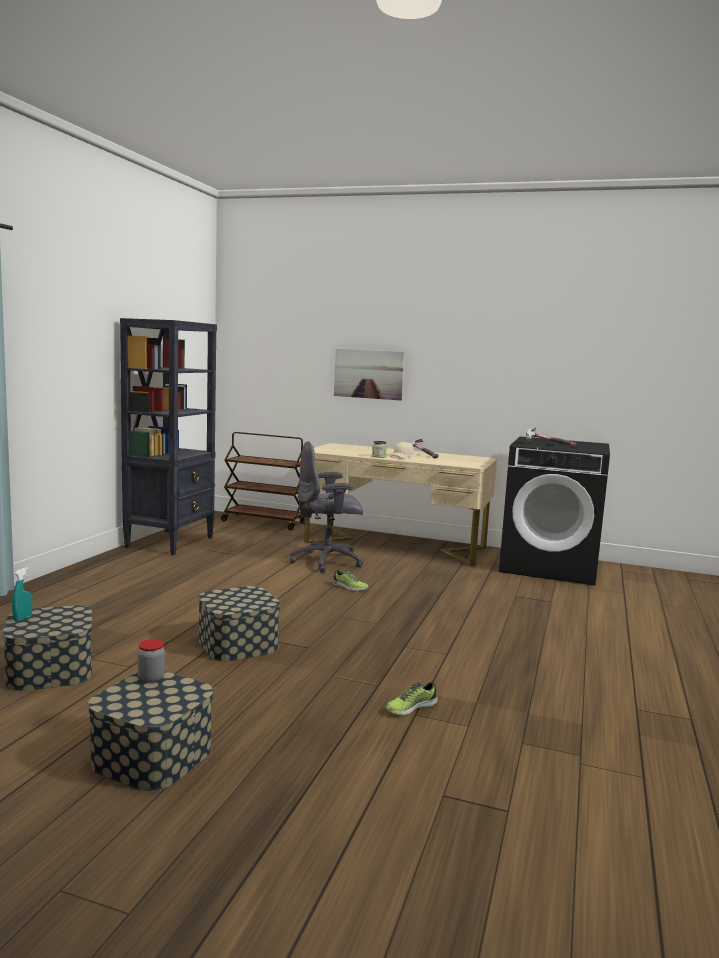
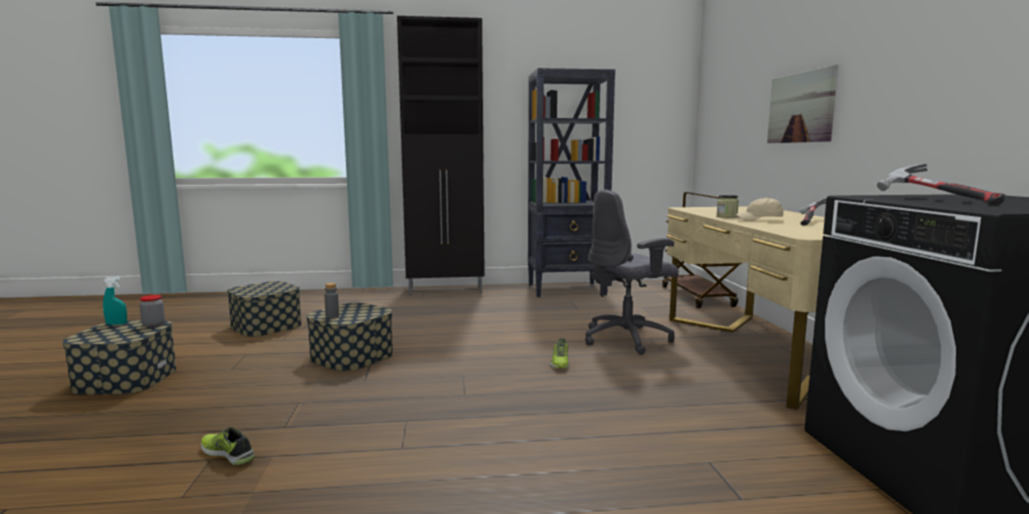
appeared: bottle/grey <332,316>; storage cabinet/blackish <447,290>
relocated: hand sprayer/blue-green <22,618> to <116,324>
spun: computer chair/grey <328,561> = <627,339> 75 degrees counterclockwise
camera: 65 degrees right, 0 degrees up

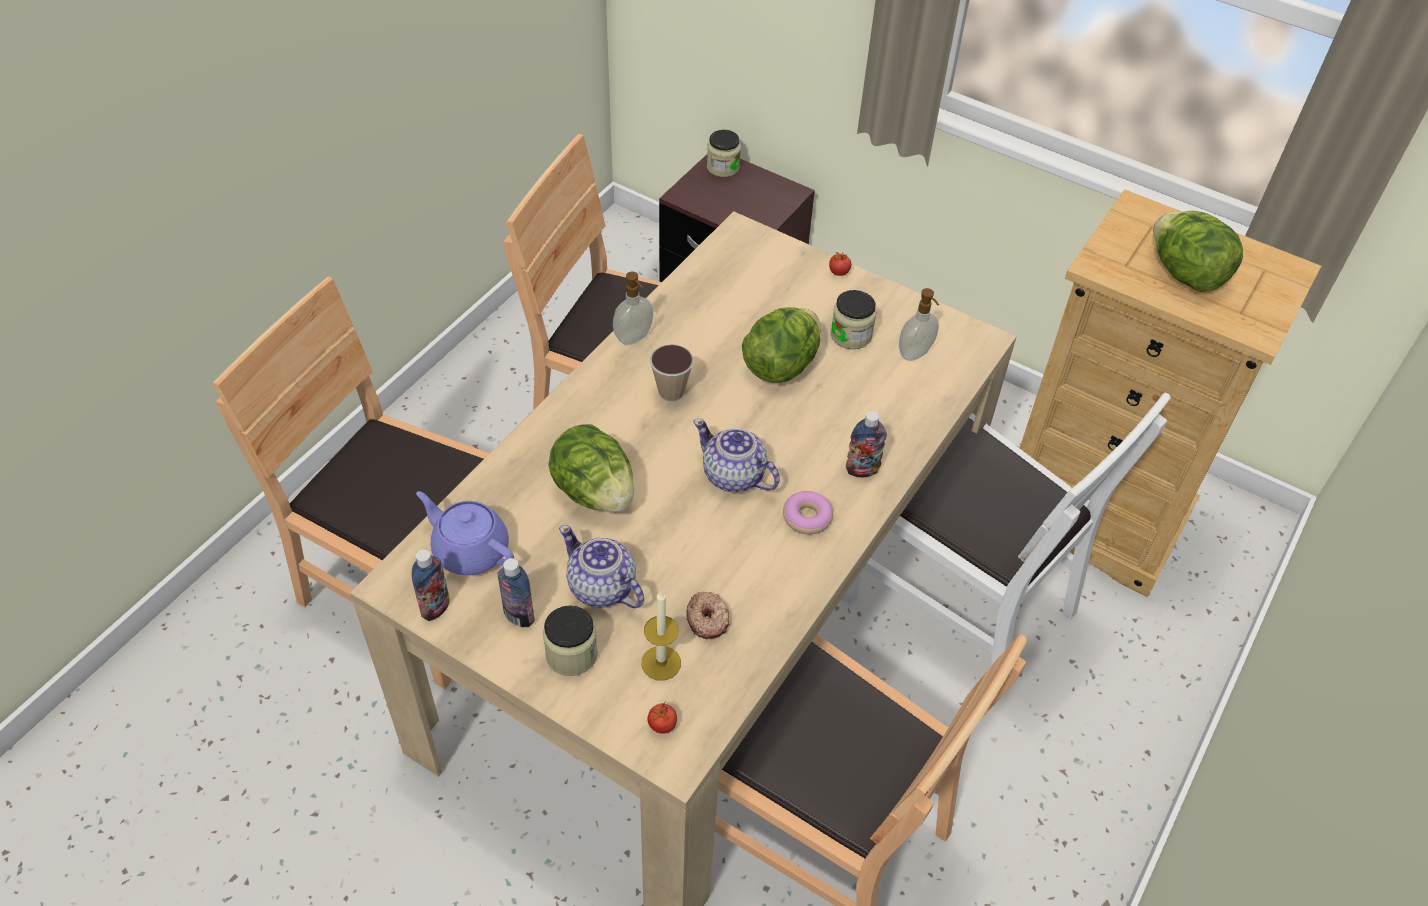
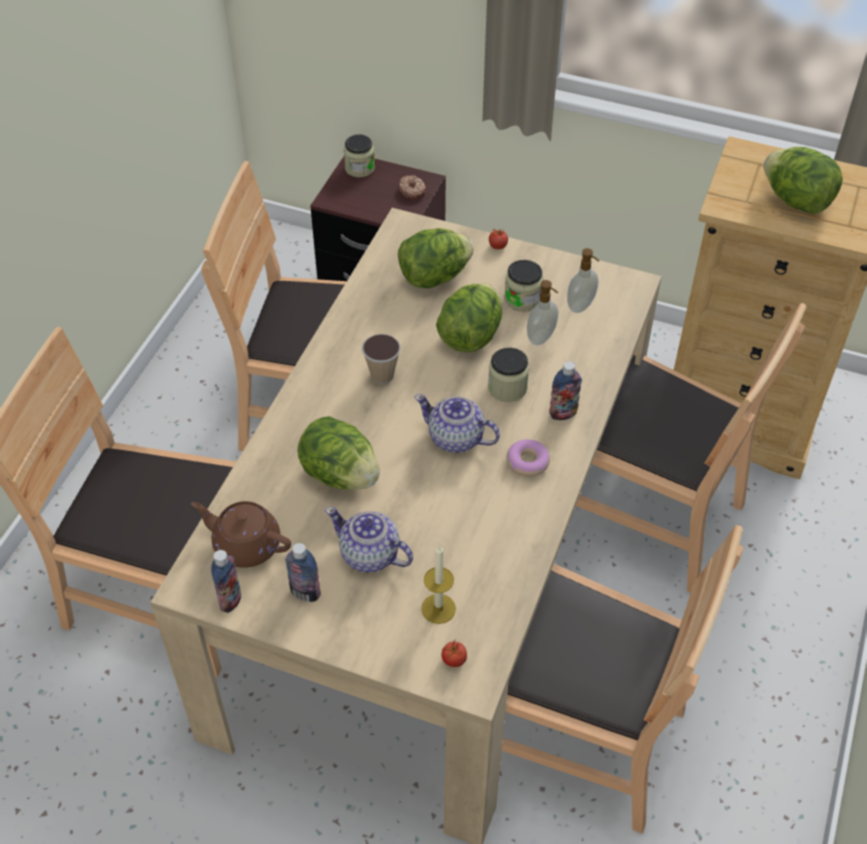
appeared: lettuce head <434,277>
relocated: jar <571,654> to <507,388>; soap dispenser <634,338> to <542,338>; doughnut <708,619> to <412,191>
colour: pot for tea/purple-coloured <469,549> to pot for tea/brown-coloured <245,544>; plain chair/whitish <959,602> to plain chair/brown-coloured <645,513>
camera: 10 degrees left, 0 degrees up

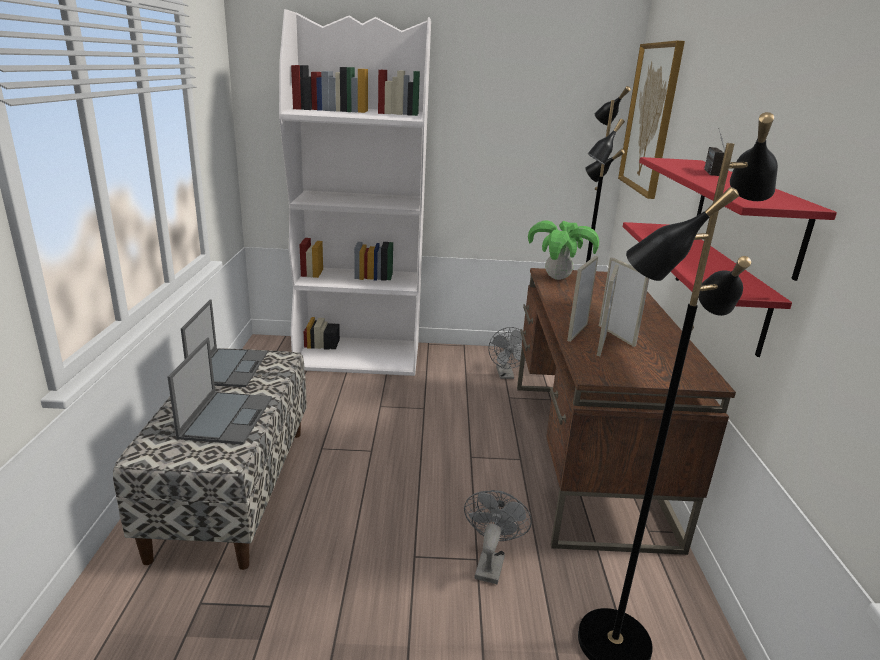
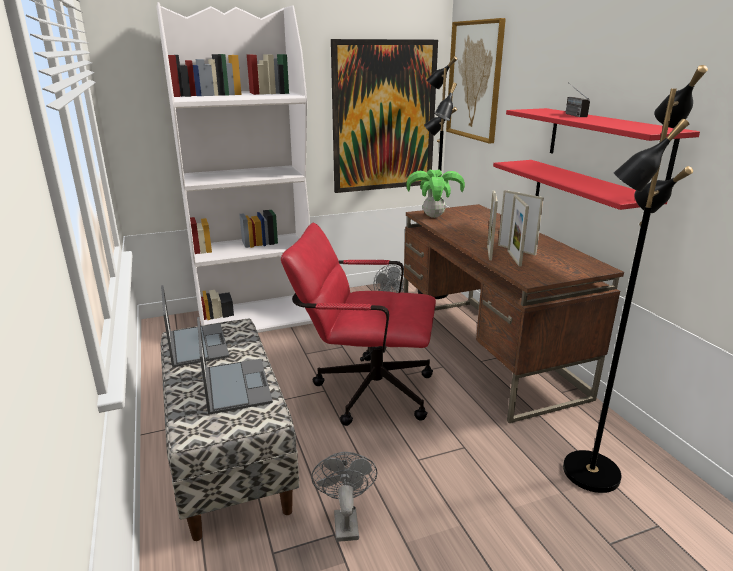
appeared: computer chair/reddish <364,389>; wall art <384,117>
relocated: fan/grey <490,562> to <345,520>
camera: 20 degrees left, 0 degrees up

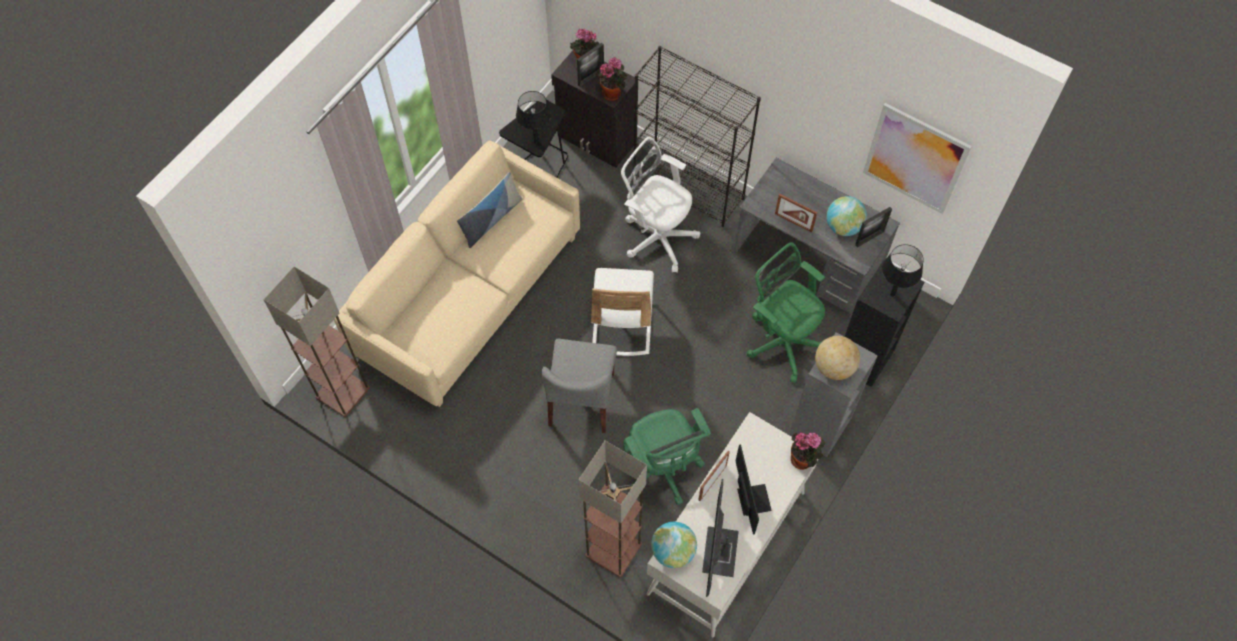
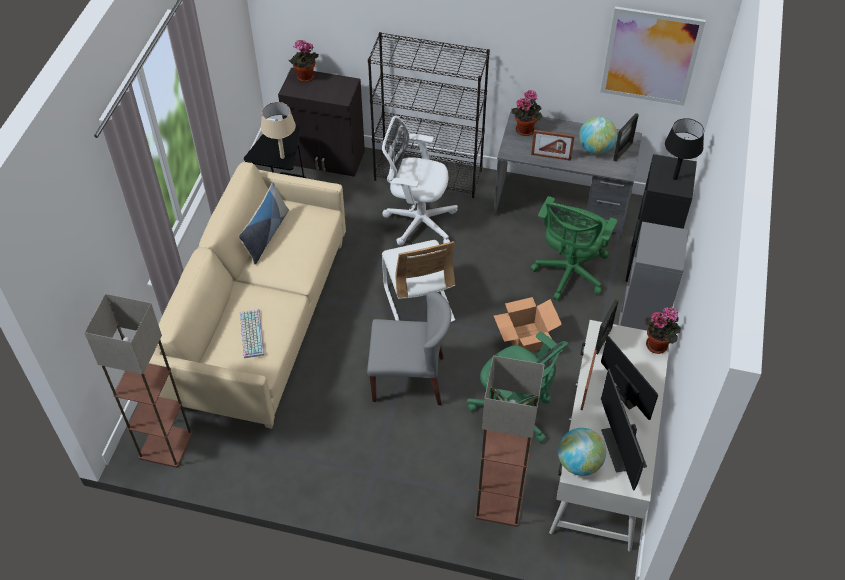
missing: desk globe <834,367>
appeared: keyboard <250,333>; packing box <526,339>
relocated: picture frame <591,78> to <603,340>; plant in a pot <613,92> to <525,129>
colour: lamp for a table/blackish <535,141> to lamp for a table/beige-coloured <282,157>
spun: plain chair/grey <582,399> = <409,379> 75 degrees counterclockwise; computer chair/green <781,340> = <569,274> 90 degrees counterclockwise
camera: 20 degrees left, 10 degrees down

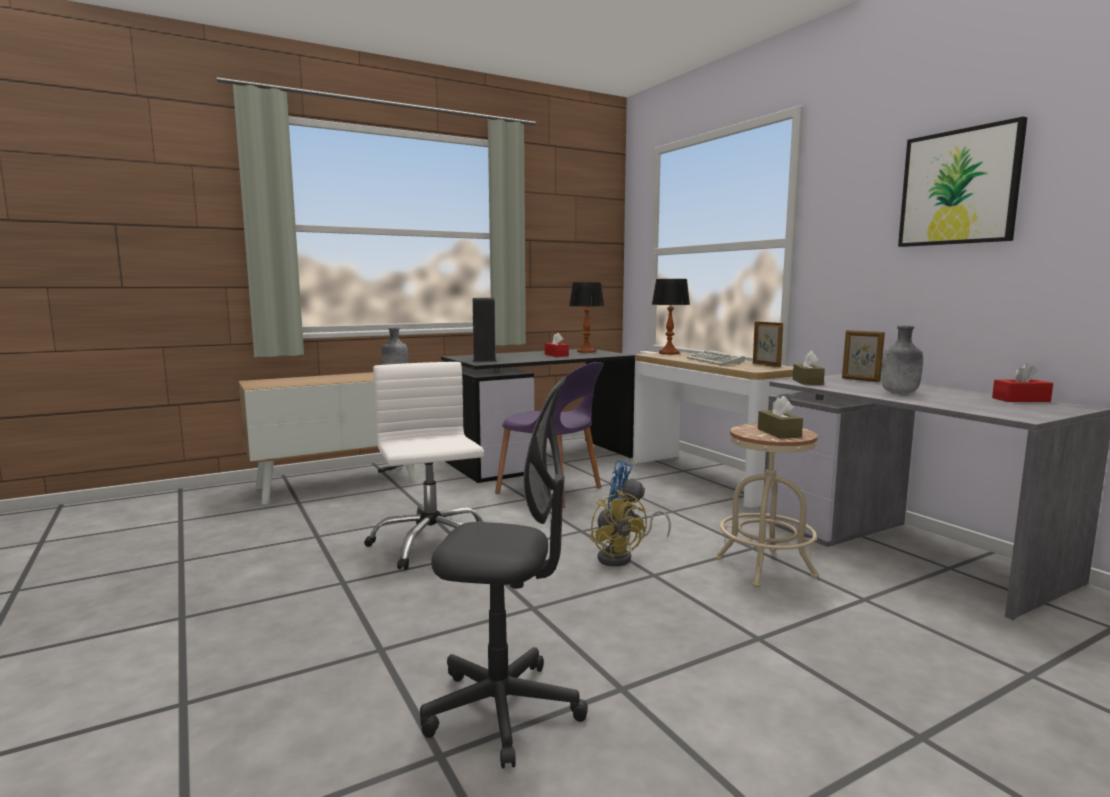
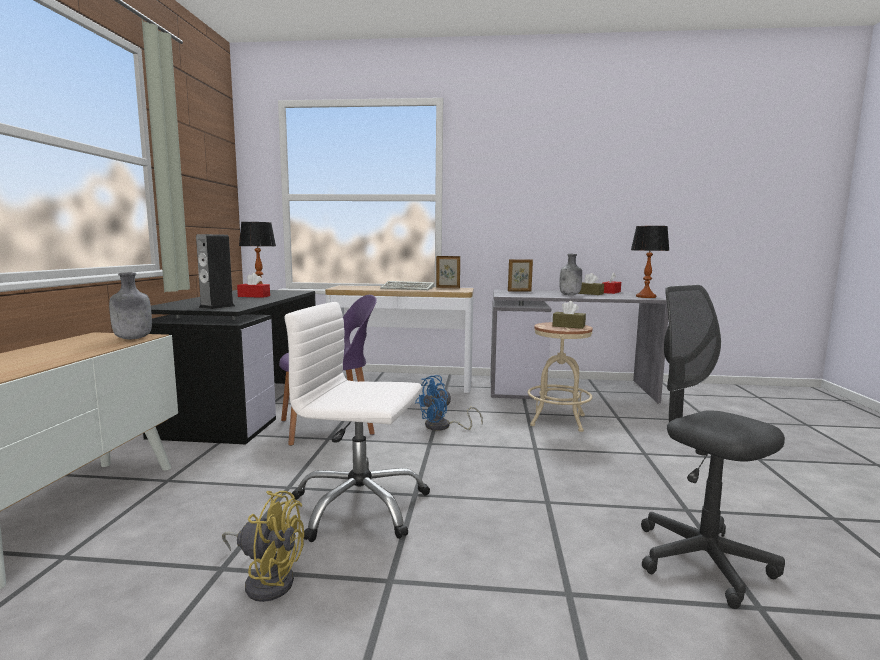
missing: wall art <959,187>
relocated: fan/yellow <616,557> to <267,580>; lamp for a table <669,353> to <646,297>; box of tissues/brown-coloured <807,382> to <589,293>
spun: computer chair/grey <503,710> = <701,561> 75 degrees counterclockwise
camera: 55 degrees left, 0 degrees up

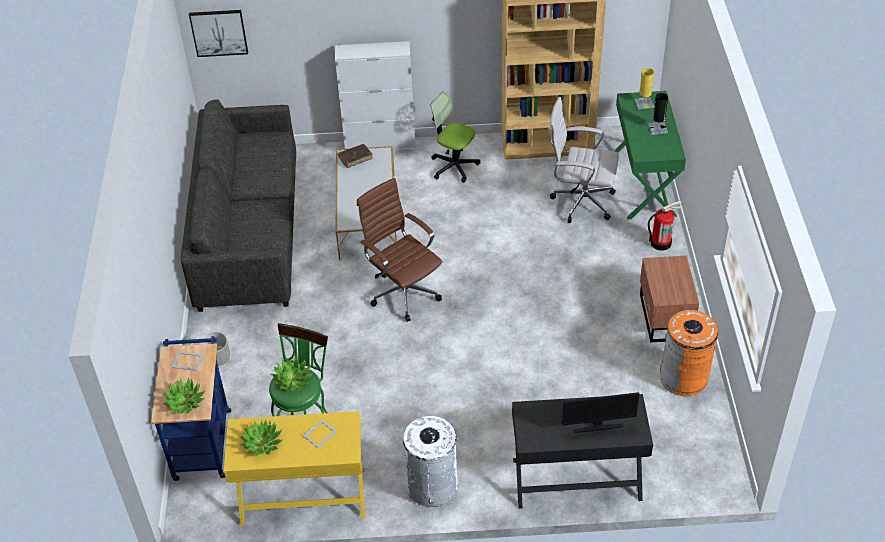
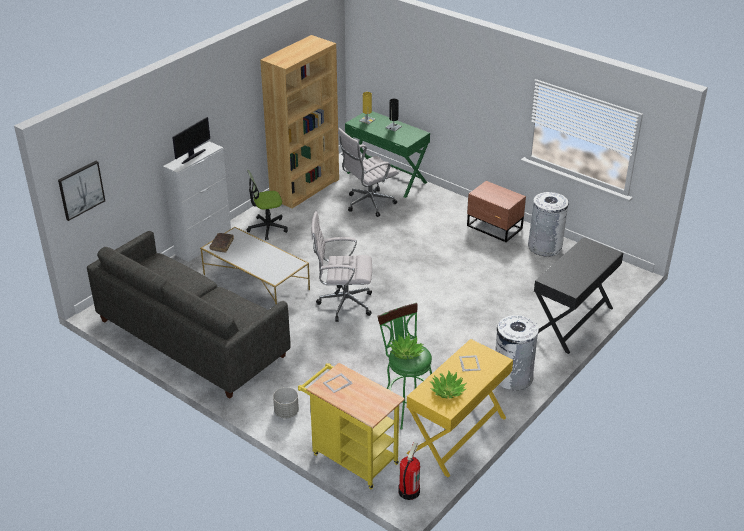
missing: plant in a pot <185,402>
relocated: computer display <597,427> to <192,156>; extinguisher <660,242> to <408,491>
colour: cart/blue <202,439> to cart/yellow <351,457>; computer chair/brown-coloured <403,292> to computer chair/whitish <343,304>; trash can/orange-coloured <683,378> to trash can/whitish <545,246>
camera: 50 degrees left, 10 degrees down

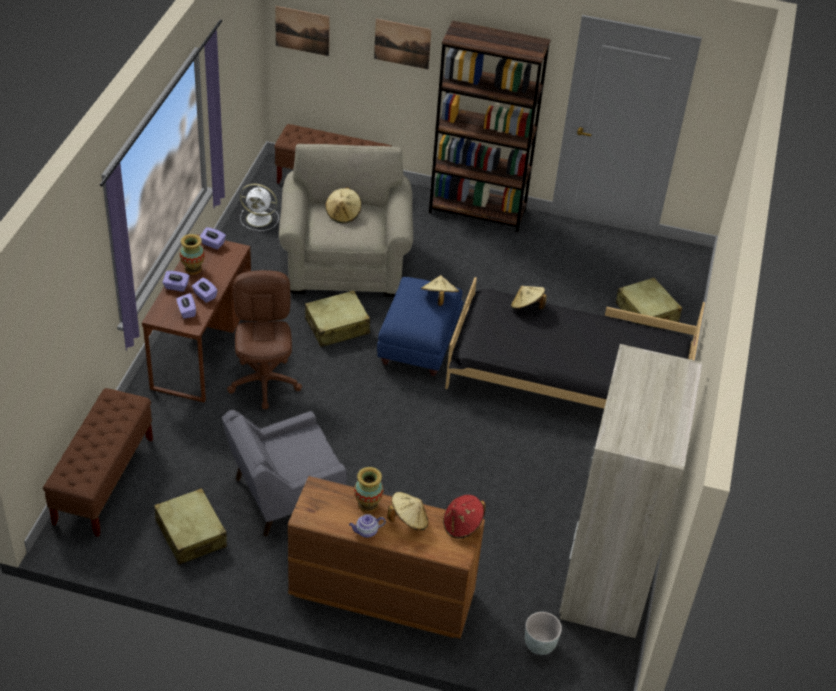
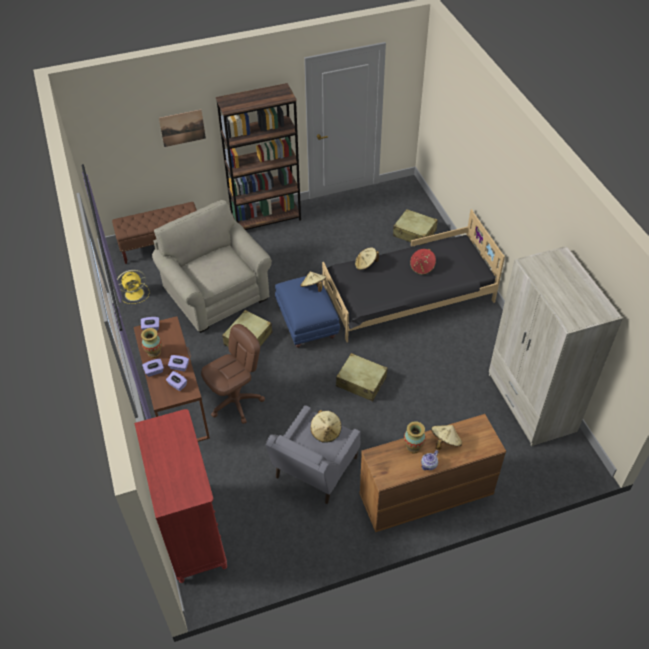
missing: wall art <302,30>; plant pot/grey <539,645>
relocated: piece of luggage/beige-coloured <191,534> to <361,382>; wearable hat/beige-coloured <343,214> to <326,432>; wearable hat/reddish <462,525> to <422,267>
exchanged: bench/brown-coloured <104,481> to drawer chest/reddish <192,532>
colour: fan/whitish <260,219> to fan/yellow <135,293>
spun: computer chair/brown-coloured <264,382> = <236,402> 90 degrees clockwise
camera: 30 degrees left, 5 degrees up

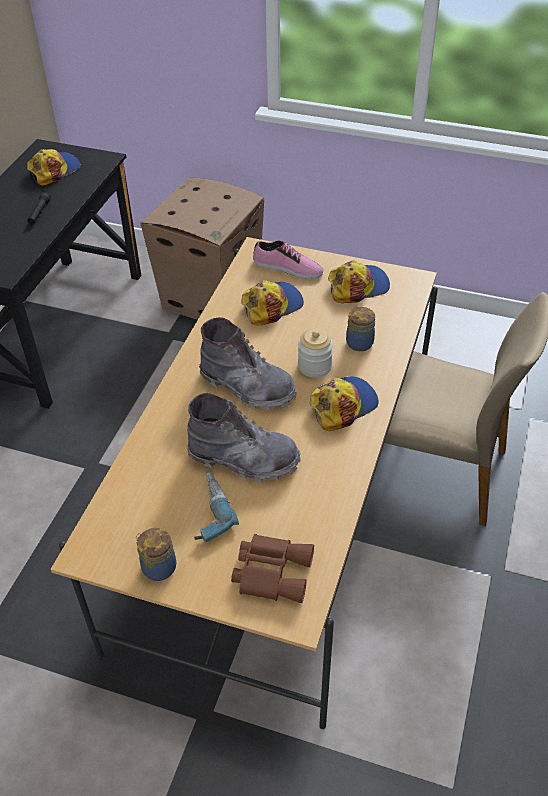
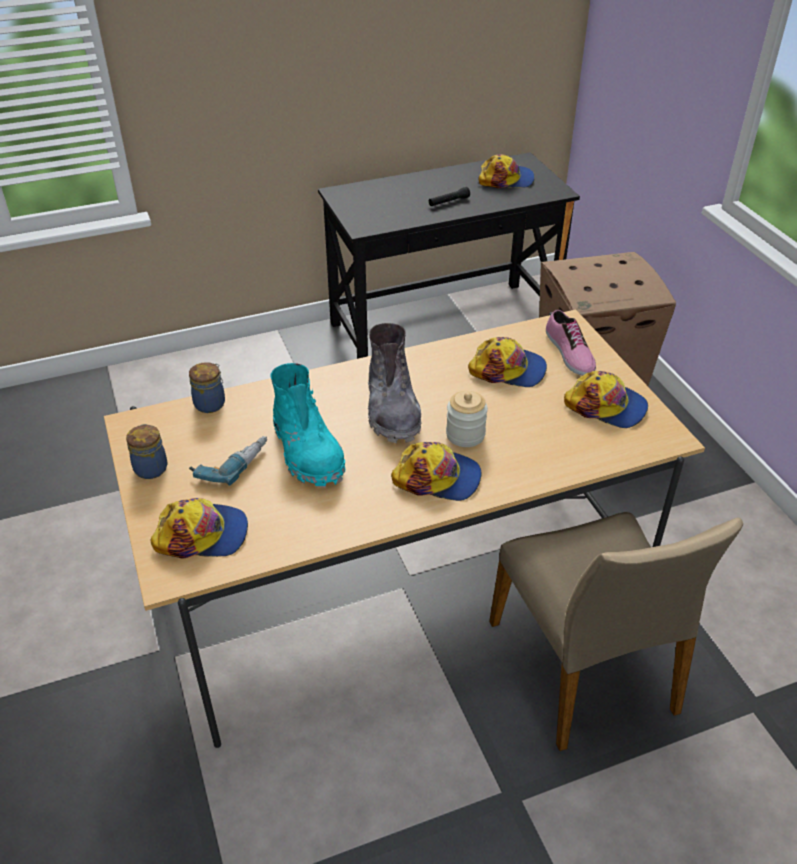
relocated: jar <359,342> to <211,403>
exchanged: binoculars/brown-coloured <272,571> to peaked cap <202,534>
colour: tall boot/grey <244,459> to tall boot/blue-green <307,452>
camera: 50 degrees right, 5 degrees down

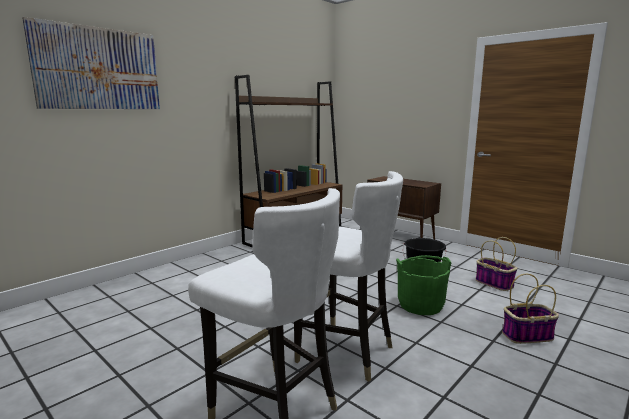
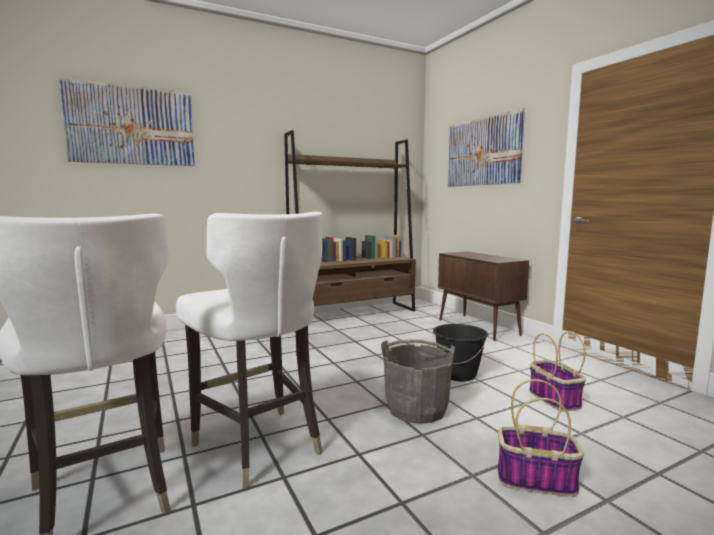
appeared: wall art <483,151>
colour: pail/green <420,305> to pail/grey <416,409>
camera: 20 degrees right, 5 degrees down

